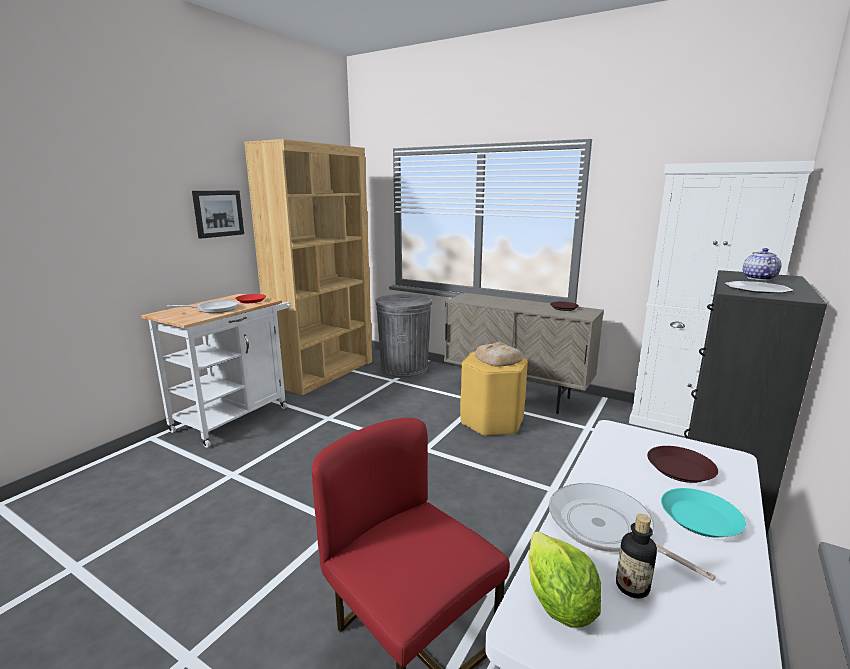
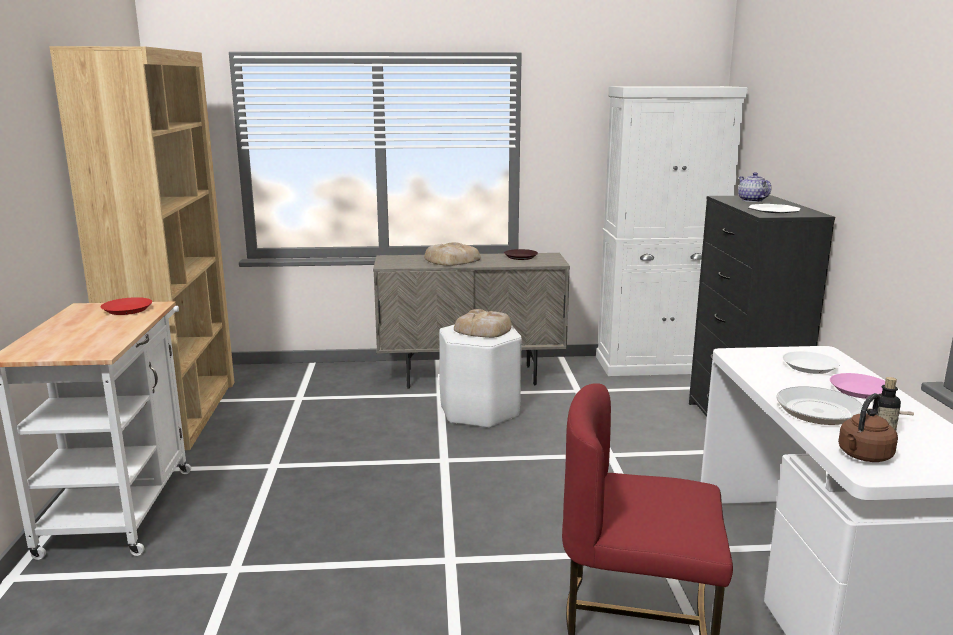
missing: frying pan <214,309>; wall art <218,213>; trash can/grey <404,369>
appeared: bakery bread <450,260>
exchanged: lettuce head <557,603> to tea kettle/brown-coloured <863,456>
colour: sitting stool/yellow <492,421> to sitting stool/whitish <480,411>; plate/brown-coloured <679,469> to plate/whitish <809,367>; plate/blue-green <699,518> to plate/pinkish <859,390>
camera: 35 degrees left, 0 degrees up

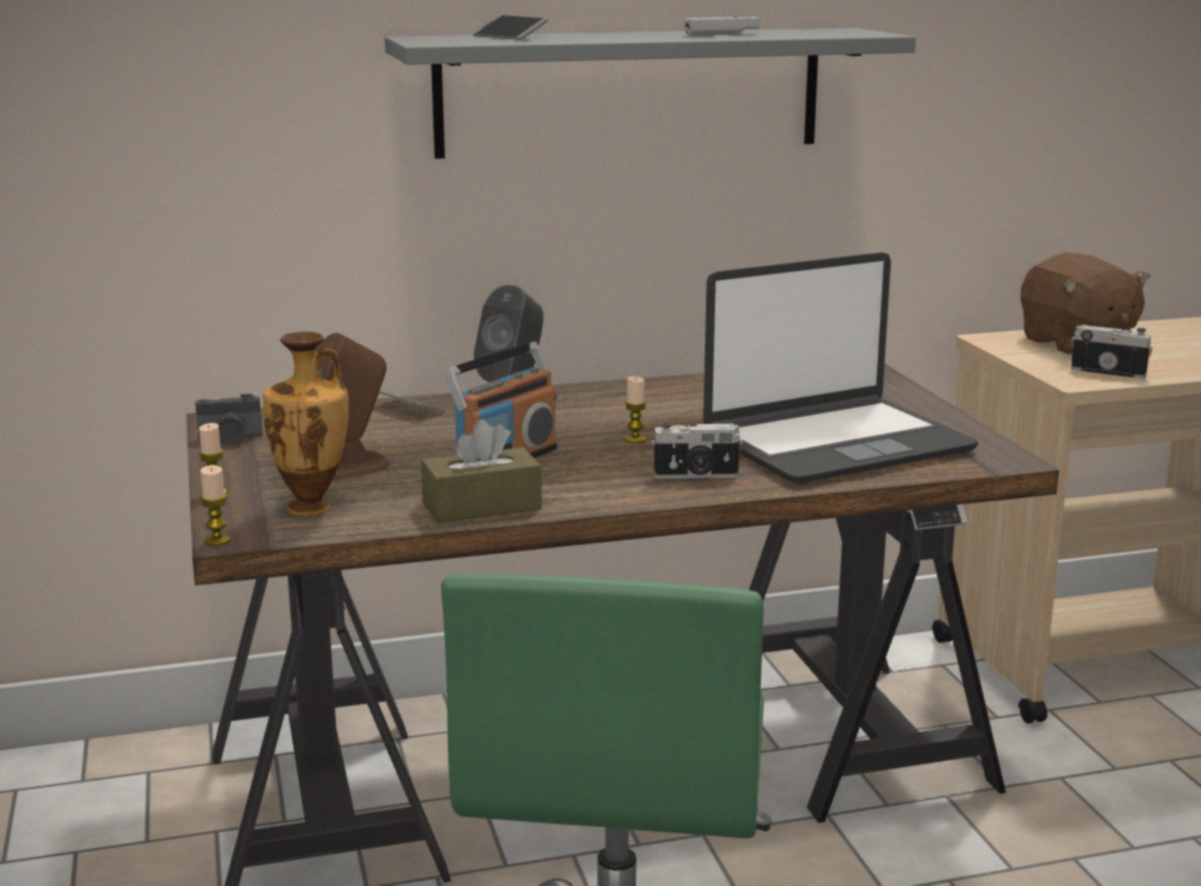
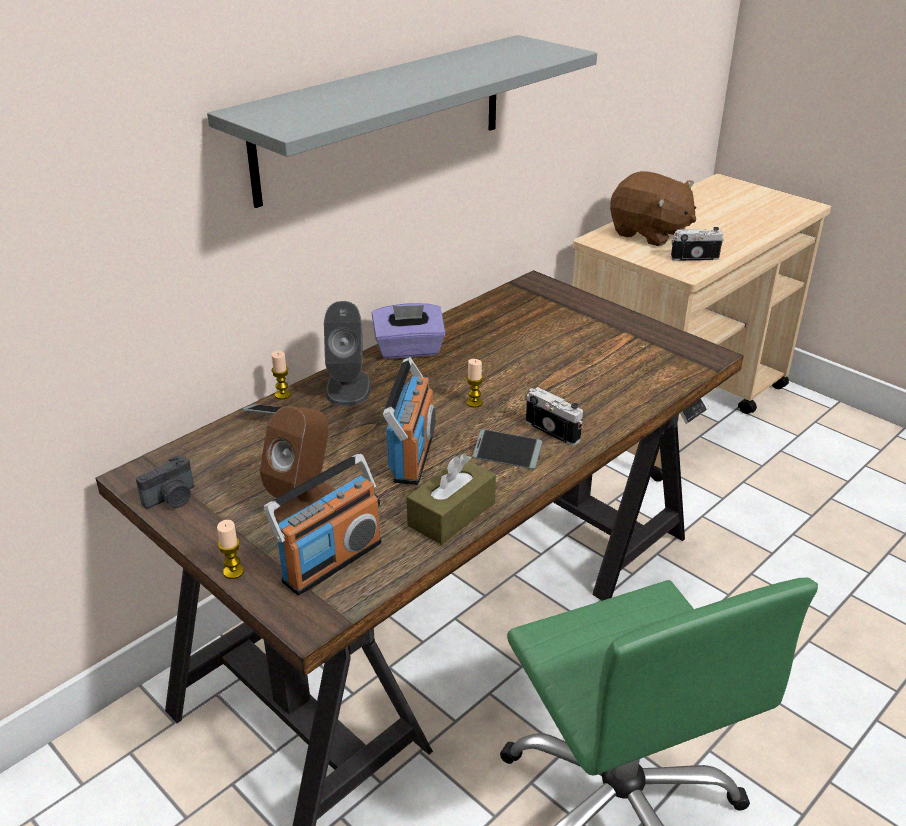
missing: joypad/whitish <722,34>; laptop <835,443>
appeared: box of tissues/purple-coloured <409,350>
relocated: wax light <217,541> to <282,395>; handset <510,37> to <507,455>
exchanged: decorative vase <312,507> to radio receiver <331,561>
spun: still camera <696,476> = <554,430> 105 degrees counterclockwise
camera: 30 degrees left, 15 degrees up

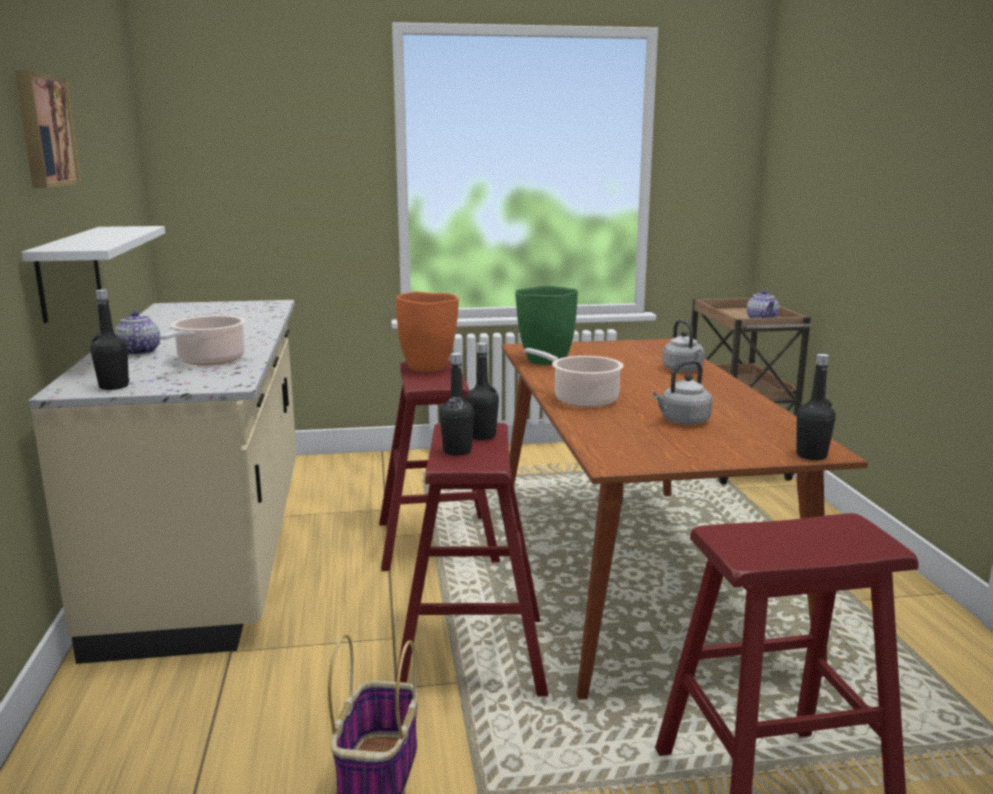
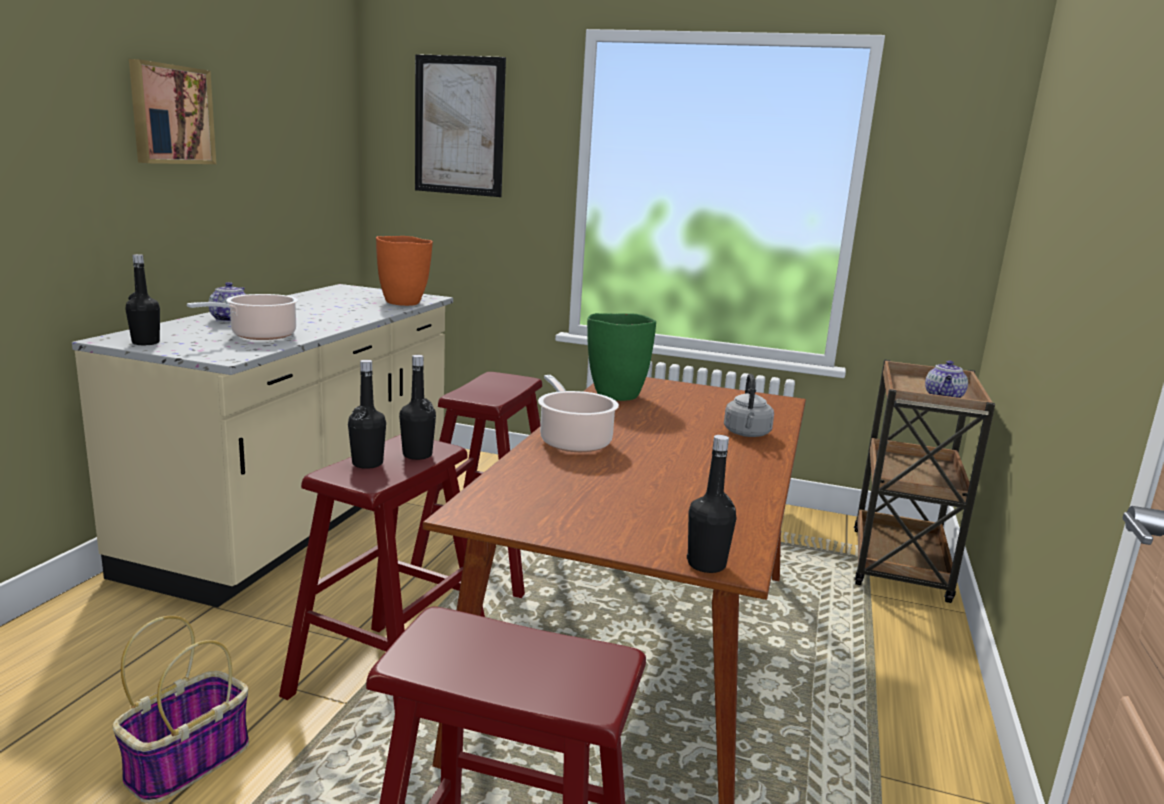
missing: wall shelf/whitish <69,272>; tea kettle/grey <683,421>
appeared: wall art <459,126>
relocated: decorative vase/orange-coloured <428,367> to <404,303>
camera: 25 degrees right, 0 degrees up

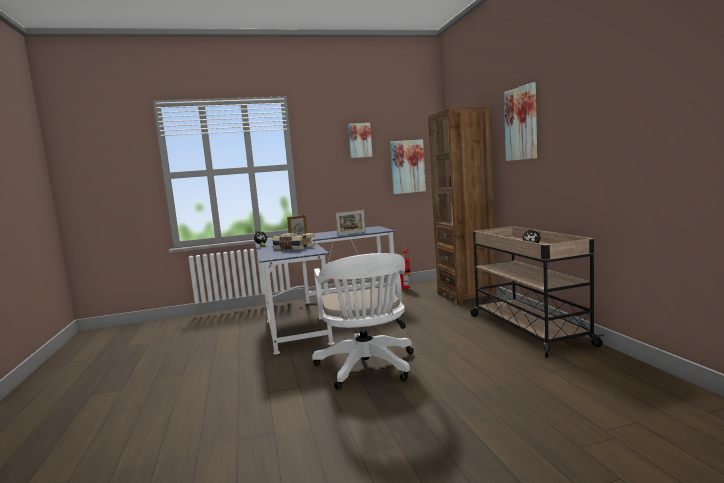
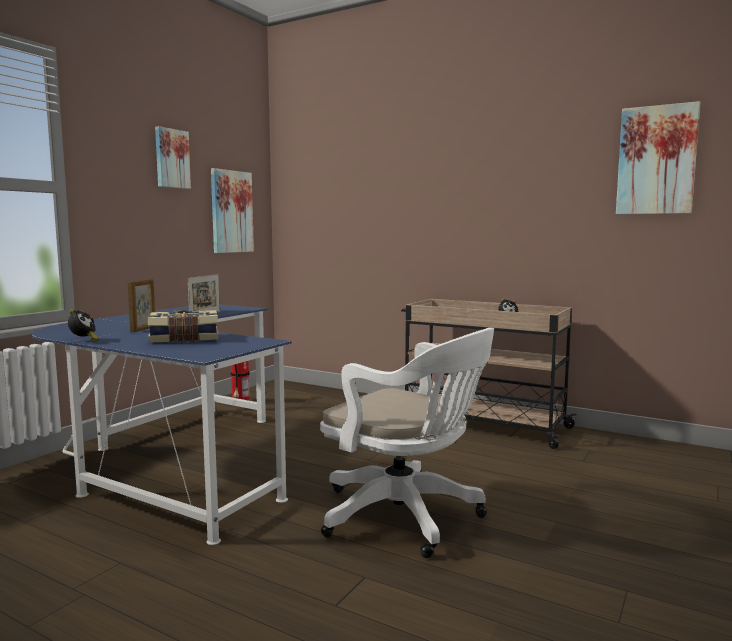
missing: bookshelf/brown-coloured <466,296>
relocated: wall art <521,123> to <656,160>
camera: 45 degrees left, 0 degrees up

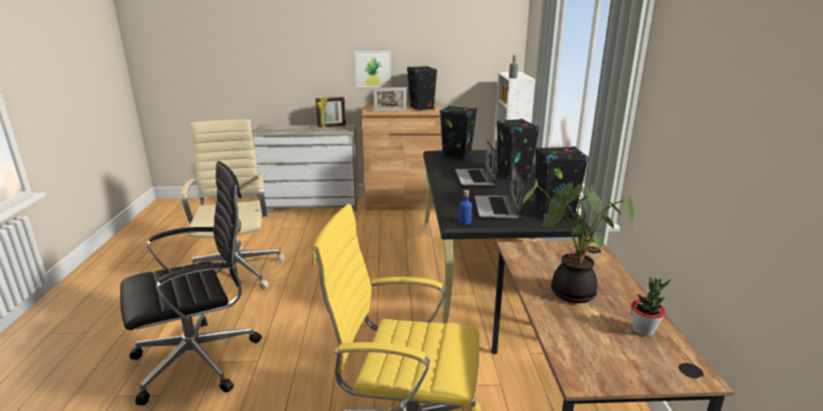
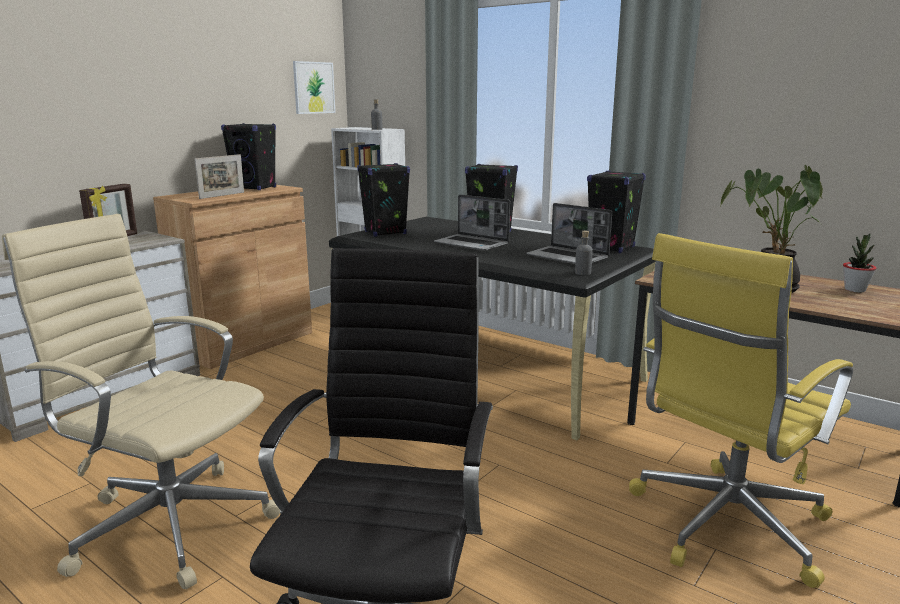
relocated: wall art <373,69> to <313,87>
colour: bottle/blue <464,222> to bottle/grey <582,273>
camera: 50 degrees left, 5 degrees down

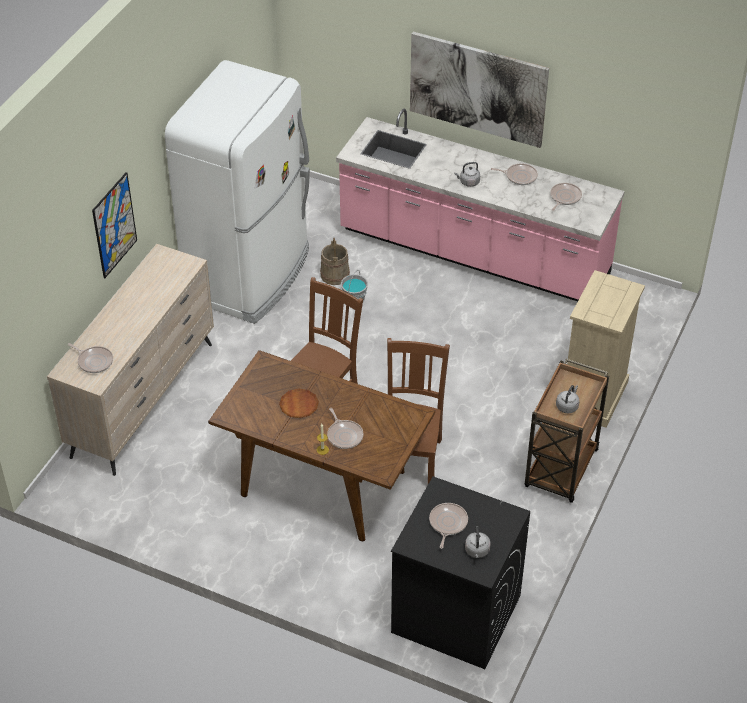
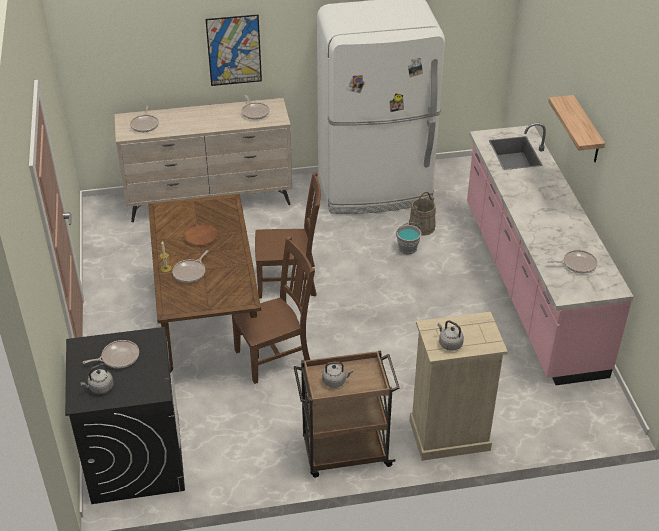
relocated: tea kettle/grey <468,182> to <449,343>; frying pan <519,176> to <255,112>
exchanged: wall art <478,88> to wall shelf <586,131>
camera: 55 degrees right, 5 degrees down

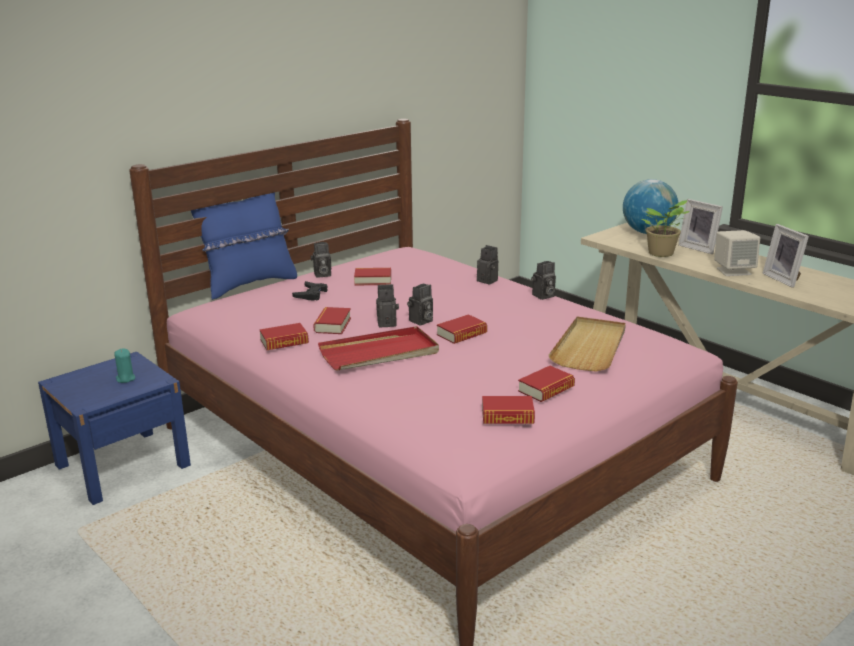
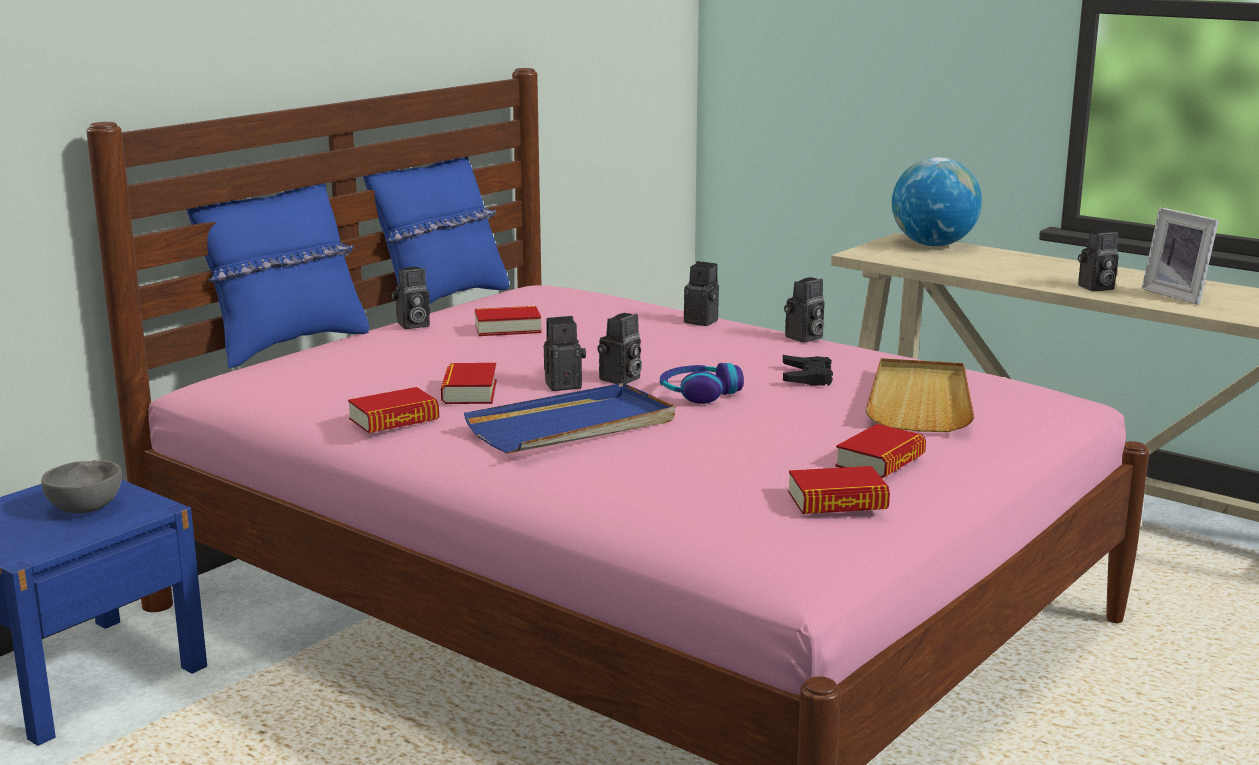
missing: plant in a pot <661,254>; picture frame <699,248>
appeared: cushion/blue <441,300>
relocated: joypad/blackish <311,294> to <807,377>
exchanged: wax light/blue-green <125,379> to bowl/grey <87,509>; volume <461,334> to headset <699,393>; loudspeaker/beige-coloured <733,271> to still camera <1095,288>
colour: tray/reddish <380,353> to tray/blue <573,426>
camera: 10 degrees left, 5 degrees down

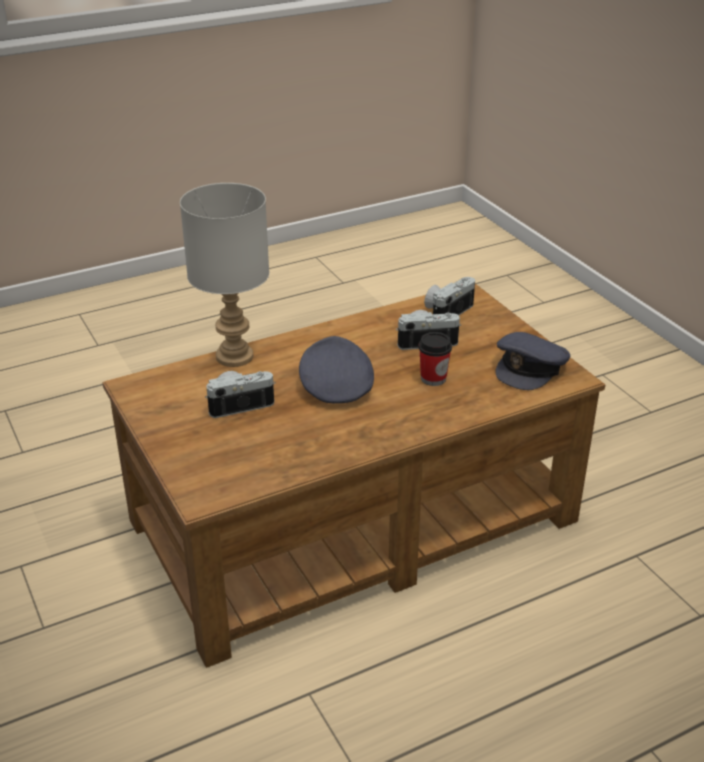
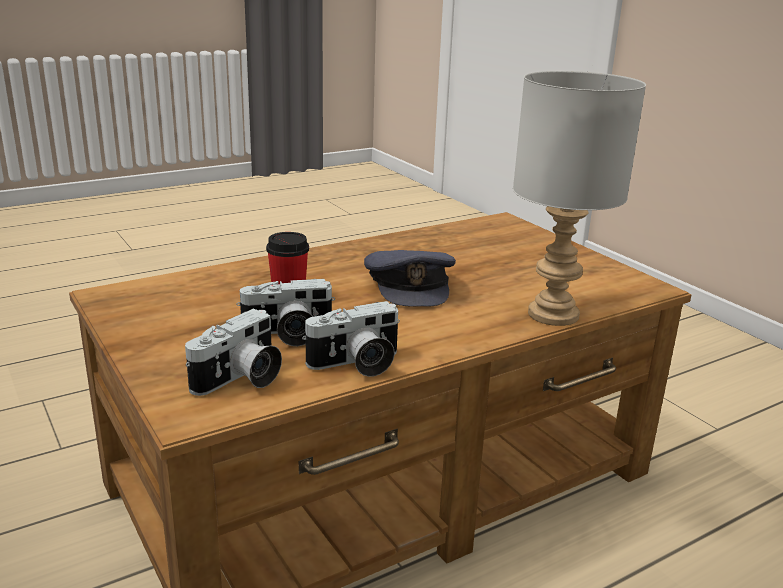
missing: peaked cap/grey <530,367>
relocated: still camera <239,403> to <356,364>
camera: 175 degrees right, 10 degrees down

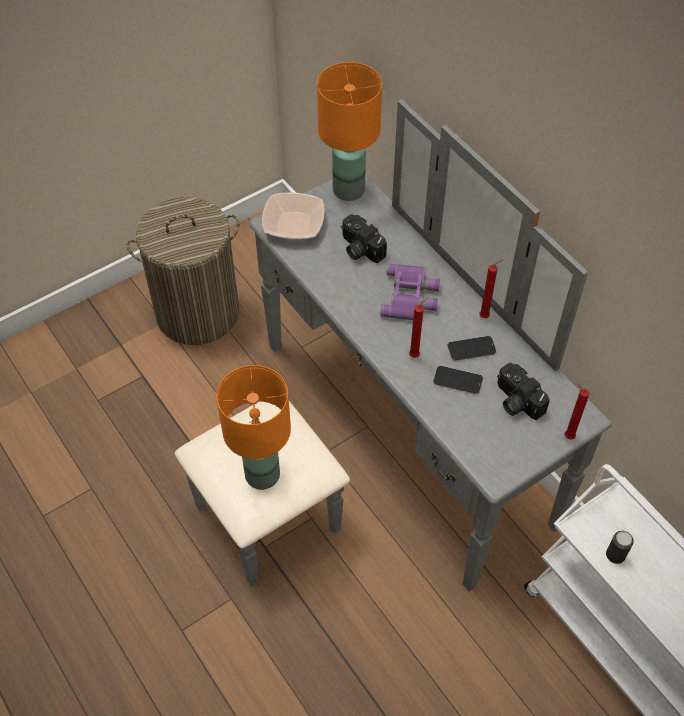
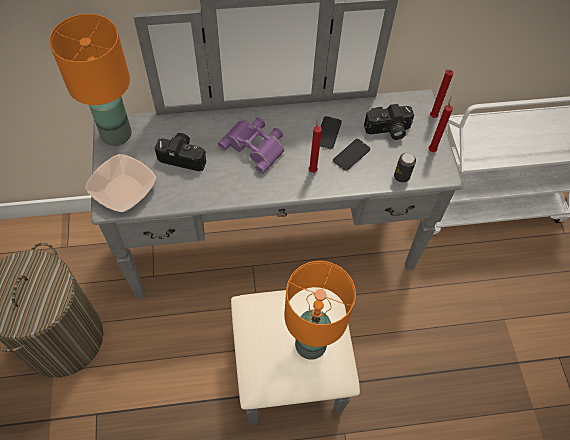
relocated: wax light/reddish <485,316> to <432,149>; sealed can <615,555> to <401,176>
spun: still camera <359,249> = <184,156> 150 degrees counterclockwise
camera: 65 degrees left, 5 degrees up

